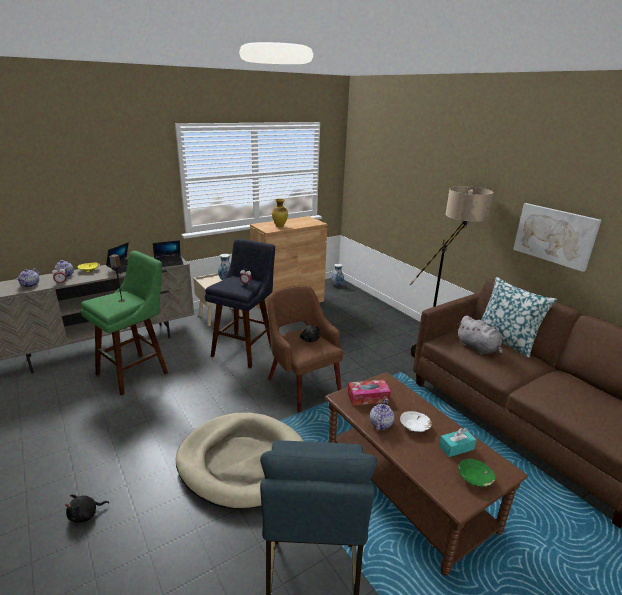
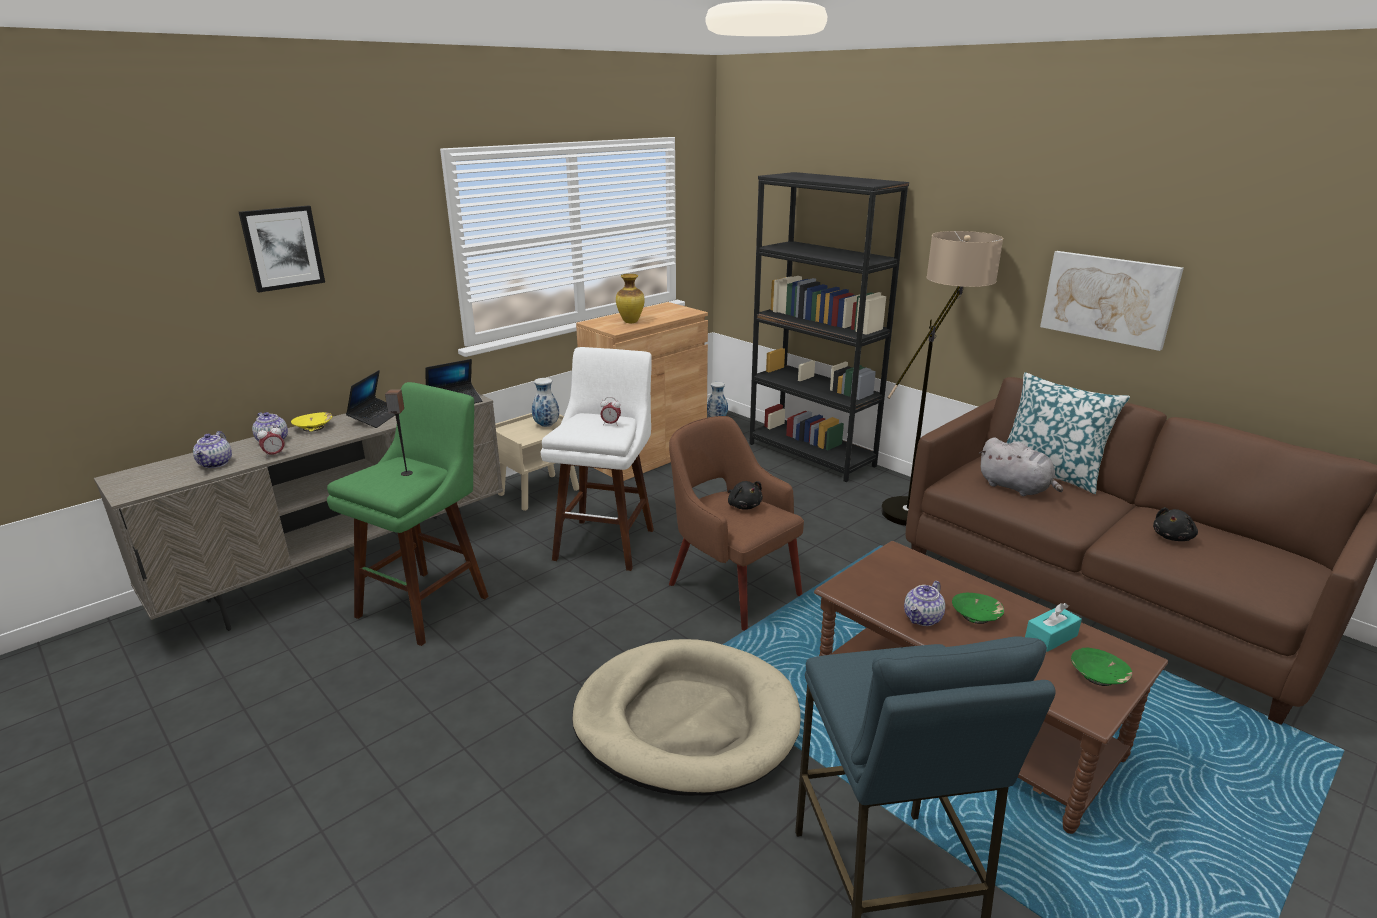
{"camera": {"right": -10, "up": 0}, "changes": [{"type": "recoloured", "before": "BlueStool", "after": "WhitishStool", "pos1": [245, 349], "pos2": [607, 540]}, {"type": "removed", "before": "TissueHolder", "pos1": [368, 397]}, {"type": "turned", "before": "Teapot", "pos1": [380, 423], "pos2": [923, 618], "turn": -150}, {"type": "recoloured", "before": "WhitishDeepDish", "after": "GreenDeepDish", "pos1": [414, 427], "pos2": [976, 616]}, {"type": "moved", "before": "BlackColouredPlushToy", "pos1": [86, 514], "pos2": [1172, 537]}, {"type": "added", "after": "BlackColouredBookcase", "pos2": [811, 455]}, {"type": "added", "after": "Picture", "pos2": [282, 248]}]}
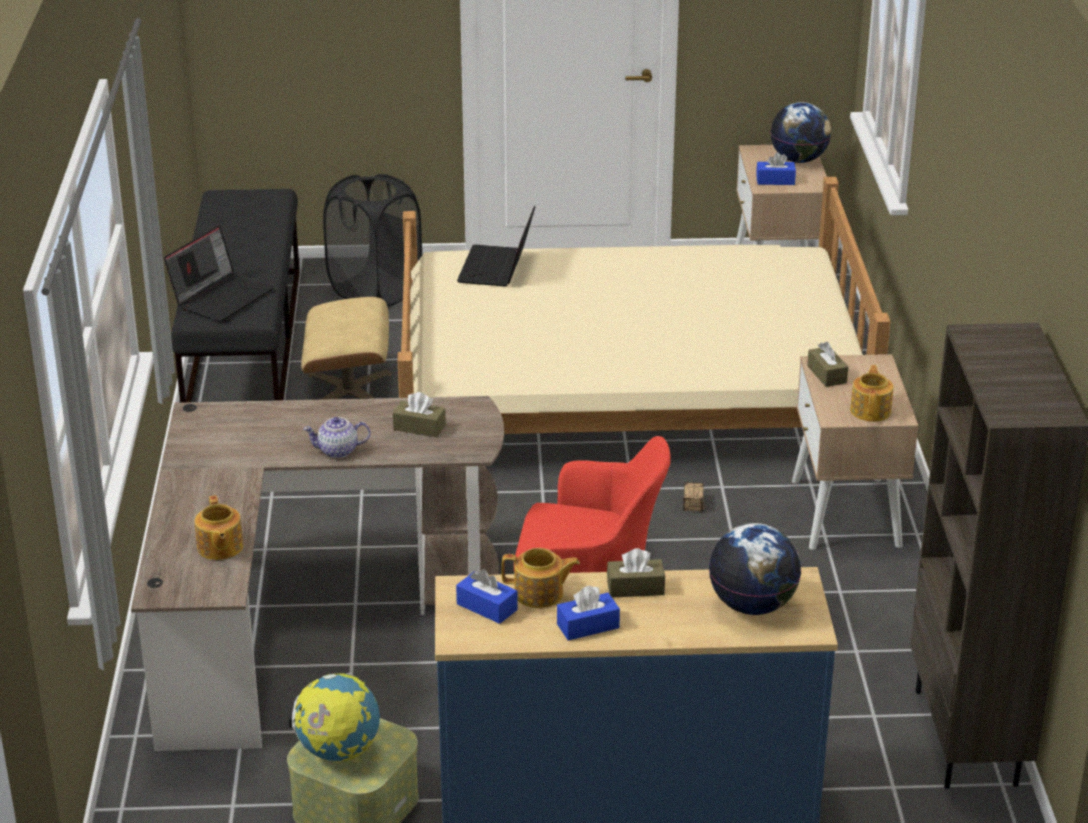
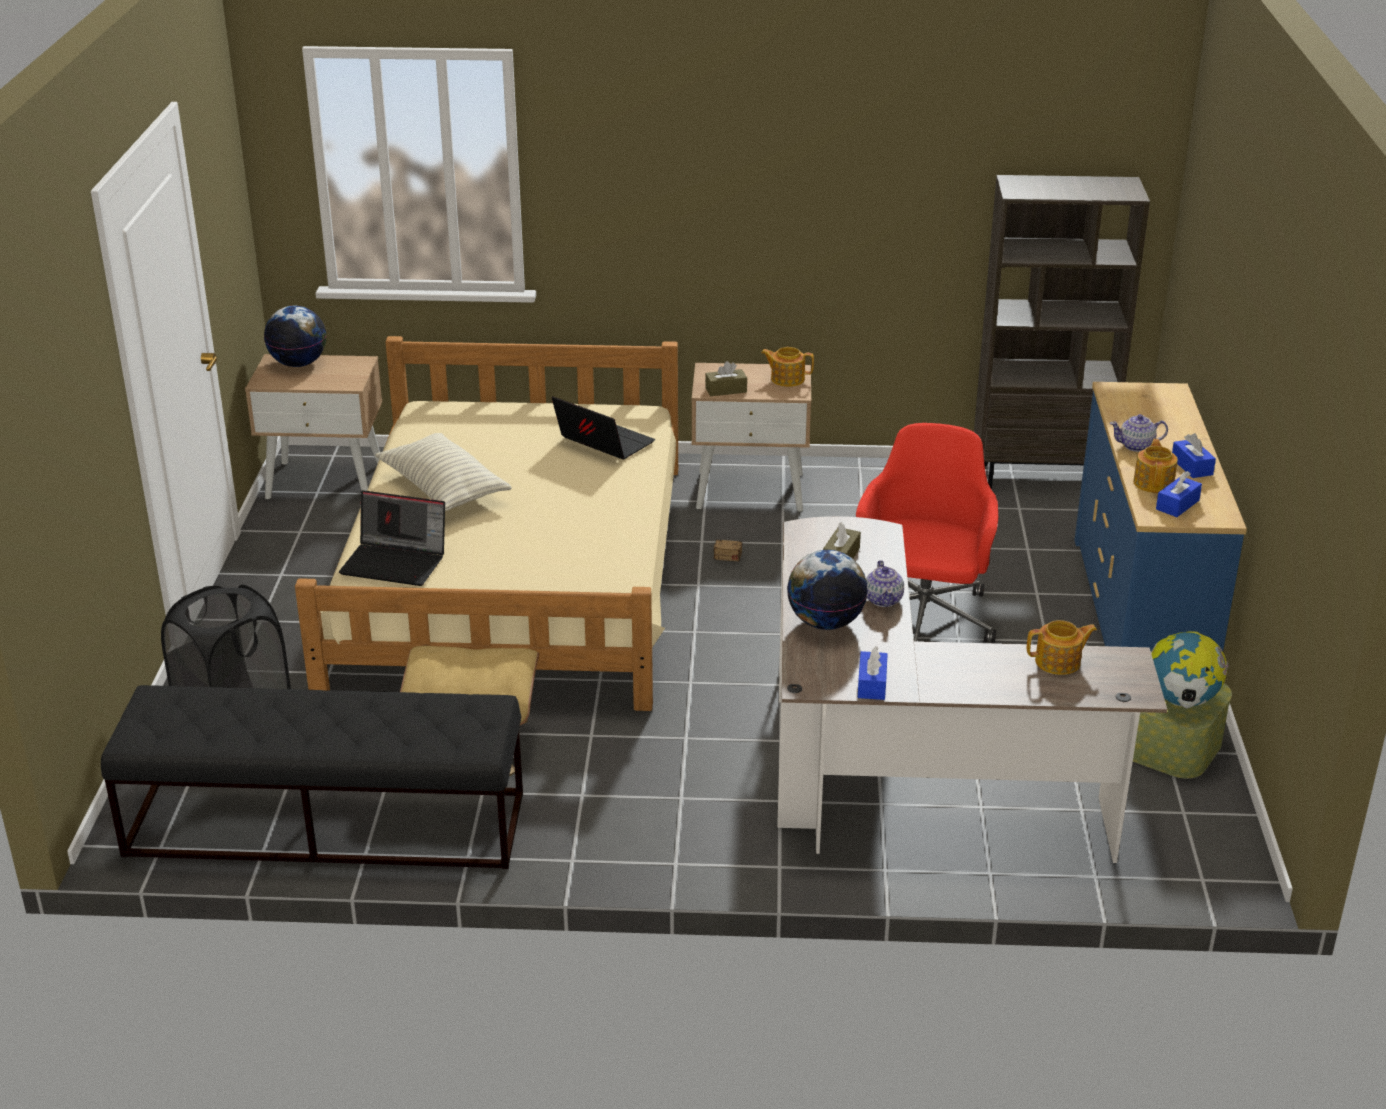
{"camera": {"right": -85, "up": 0}, "changes": [{"type": "moved", "before": "BlueTissueHolder", "pos1": [775, 180], "pos2": [872, 684]}, {"type": "moved", "before": "PortableComputer", "pos1": [222, 296], "pos2": [602, 442]}, {"type": "moved", "before": "Globe", "pos1": [753, 605], "pos2": [825, 622]}, {"type": "replaced", "before": "BrownColouredTissueHolder", "after": "Teapot", "pos1": [635, 588], "pos2": [1136, 446]}, {"type": "added", "after": "ThrowPillow", "pos2": [443, 489]}]}
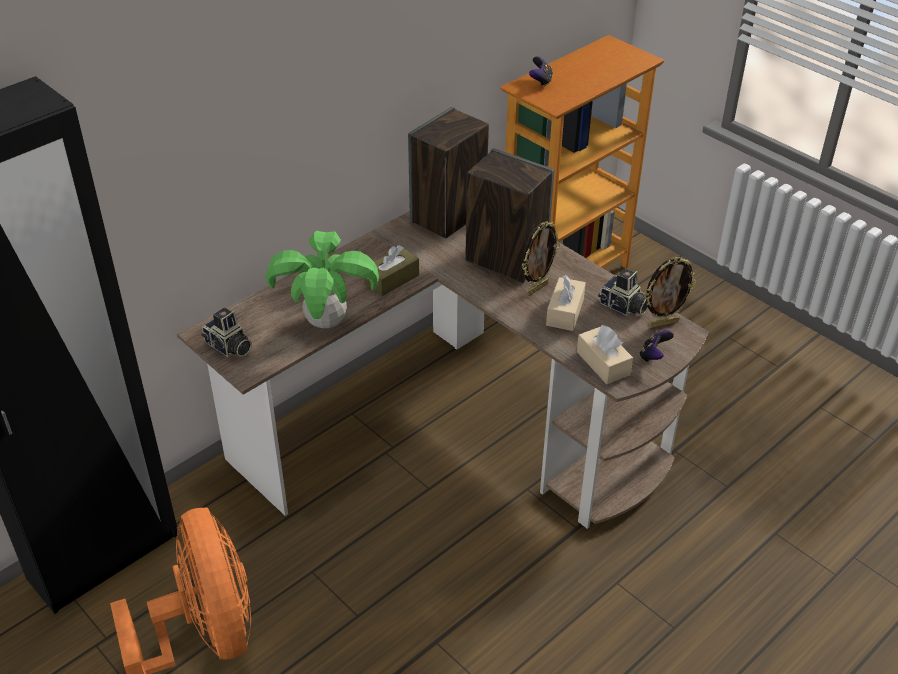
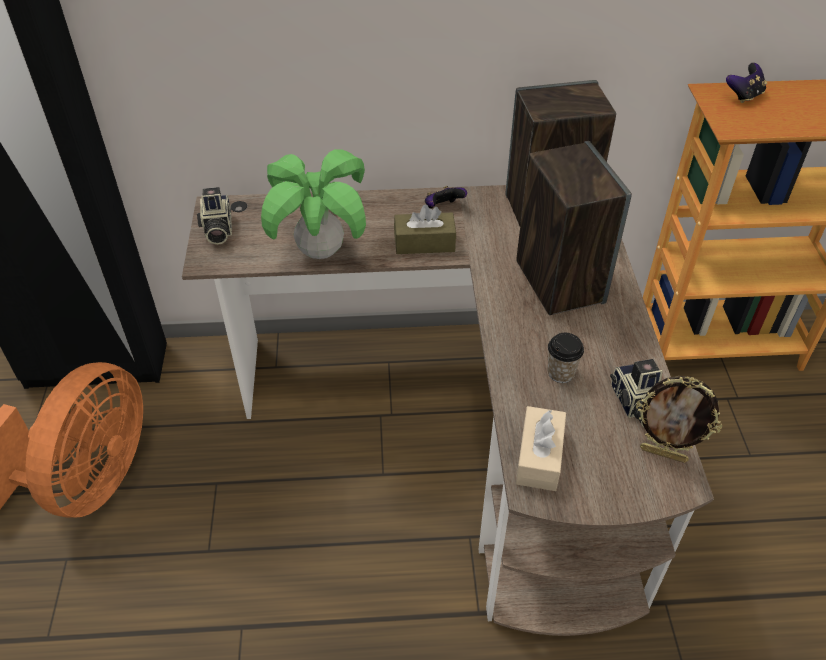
{"camera": {"right": 40, "up": 5}, "changes": [{"type": "removed", "before": "PhotoFrame", "pos1": [537, 288]}, {"type": "replaced", "before": "BeigeTissueHolder", "after": "DrinkingCup", "pos1": [565, 312], "pos2": [561, 373]}, {"type": "moved", "before": "Joypad", "pos1": [653, 356], "pos2": [443, 208]}]}
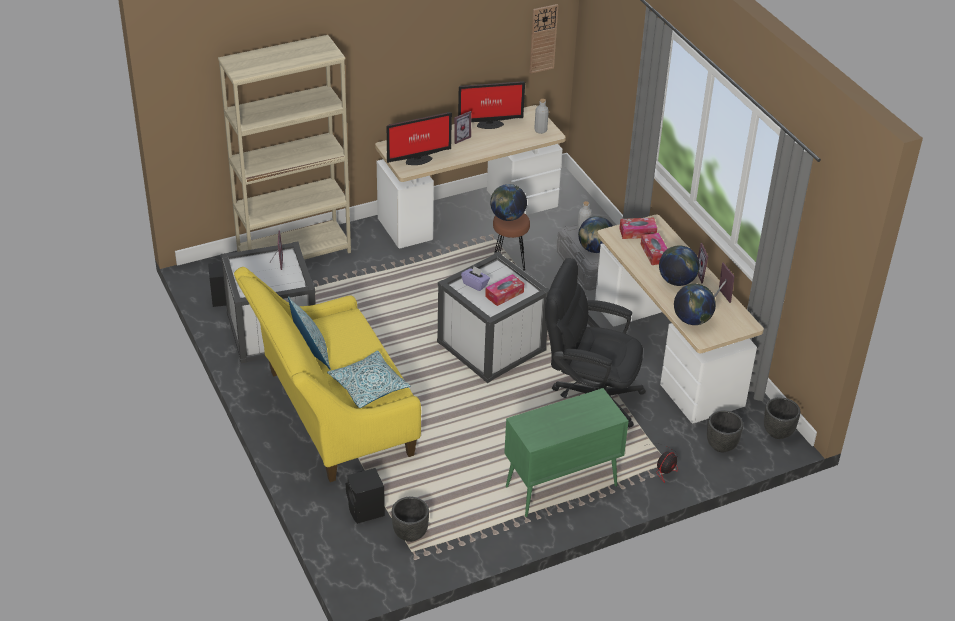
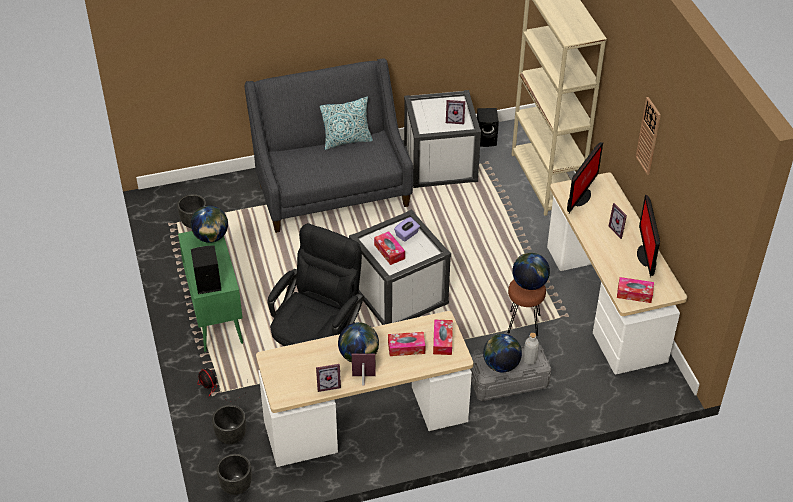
{"camera": {"right": 100, "up": 5}, "changes": [{"type": "moved", "before": "HangingClock", "pos1": [543, 38], "pos2": [648, 136]}, {"type": "replaced", "before": "GrayDrinkBottle", "after": "TissueHolder", "pos1": [540, 130], "pos2": [634, 294]}, {"type": "turned", "before": "ComputerScreen", "pos1": [417, 159], "pos2": [580, 197], "turn": -135}, {"type": "recoloured", "before": "YellowSofa", "after": "GraySofa", "pos1": [330, 416], "pos2": [331, 190]}, {"type": "moved", "before": "Globe", "pos1": [692, 320], "pos2": [211, 237]}, {"type": "removed", "before": "ThrowPillow", "pos1": [368, 386]}, {"type": "moved", "before": "BlackColouredSpeaker", "pos1": [366, 512], "pos2": [206, 283]}]}
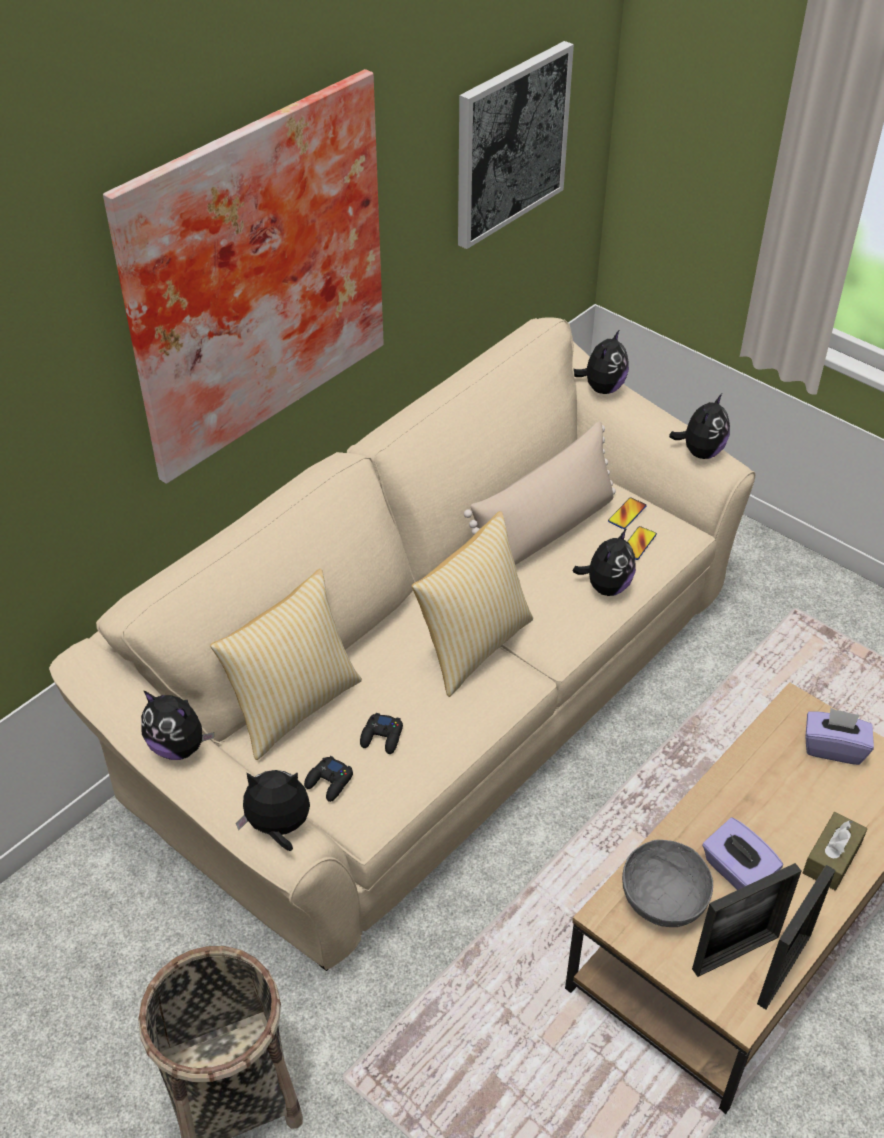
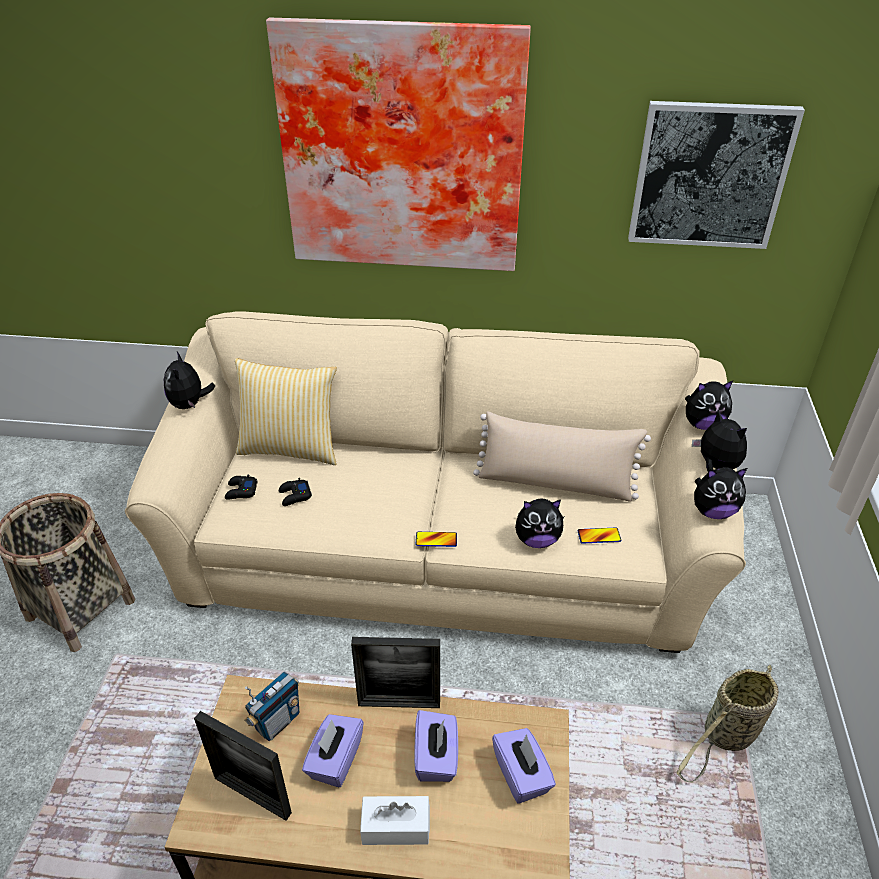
{"camera": {"right": 55, "up": -5}, "changes": [{"type": "moved", "before": "Telephone", "pos1": [627, 514], "pos2": [436, 540]}, {"type": "removed", "before": "ThrowPillow", "pos1": [472, 646]}, {"type": "moved", "before": "PlushToy", "pos1": [278, 828], "pos2": [715, 466]}, {"type": "recoloured", "before": "BrownColouredTissueHolder", "after": "WhitishTissueHolder", "pos1": [832, 858], "pos2": [395, 827]}, {"type": "replaced", "before": "GrayDeepDish", "after": "RadioReceiver", "pos1": [663, 898], "pos2": [277, 722]}, {"type": "moved", "before": "PhotoFrame", "pos1": [784, 969], "pos2": [399, 703]}, {"type": "added", "after": "HouseholdBasket", "pos2": [726, 736]}, {"type": "added", "after": "PurpleColouredTissueHolder", "pos2": [436, 758]}]}
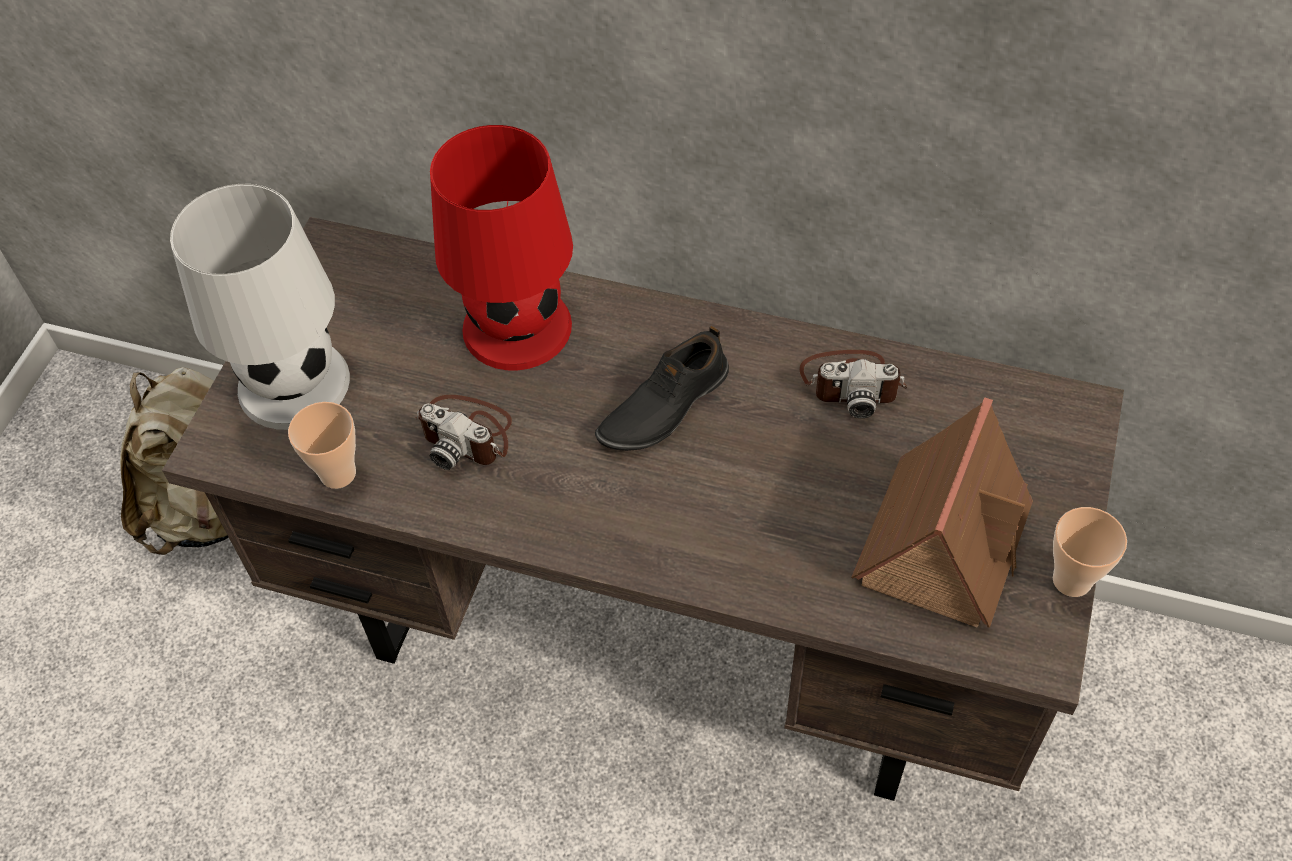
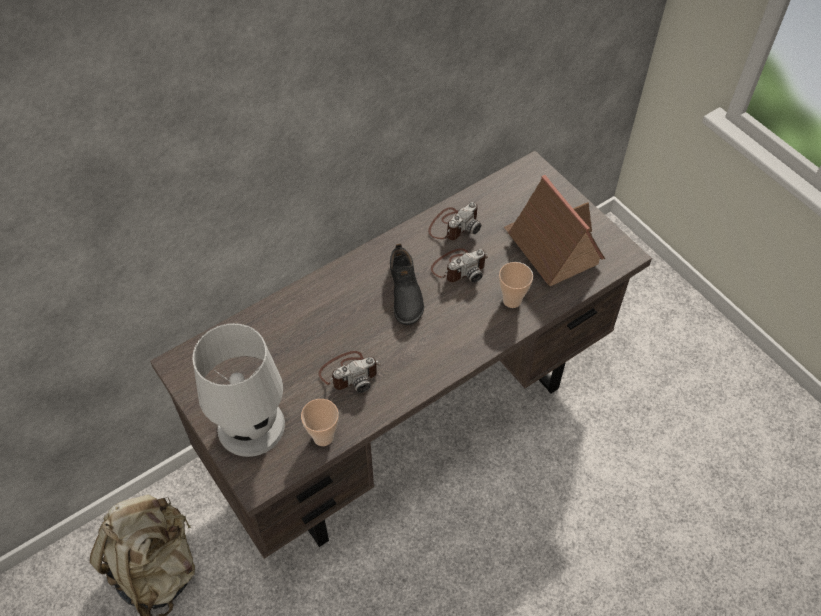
{"camera": {"right": -55, "up": 0}, "changes": [{"type": "removed", "before": "ReddishLampForATable", "pos1": [518, 327]}, {"type": "moved", "before": "DrinkingCup", "pos1": [1072, 580], "pos2": [512, 300]}, {"type": "added", "after": "PhotoCamera", "pos2": [459, 267]}]}
